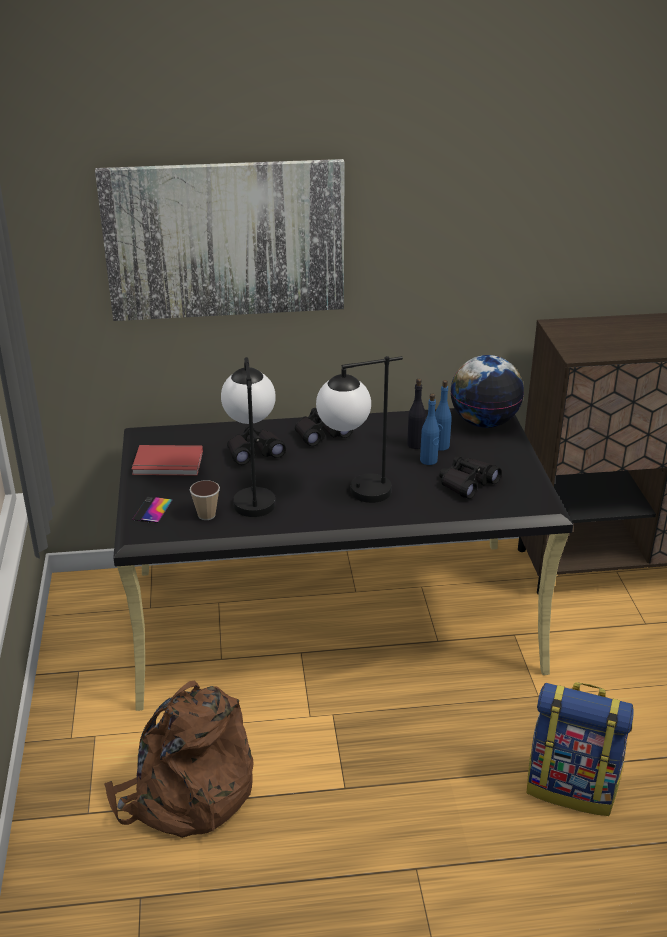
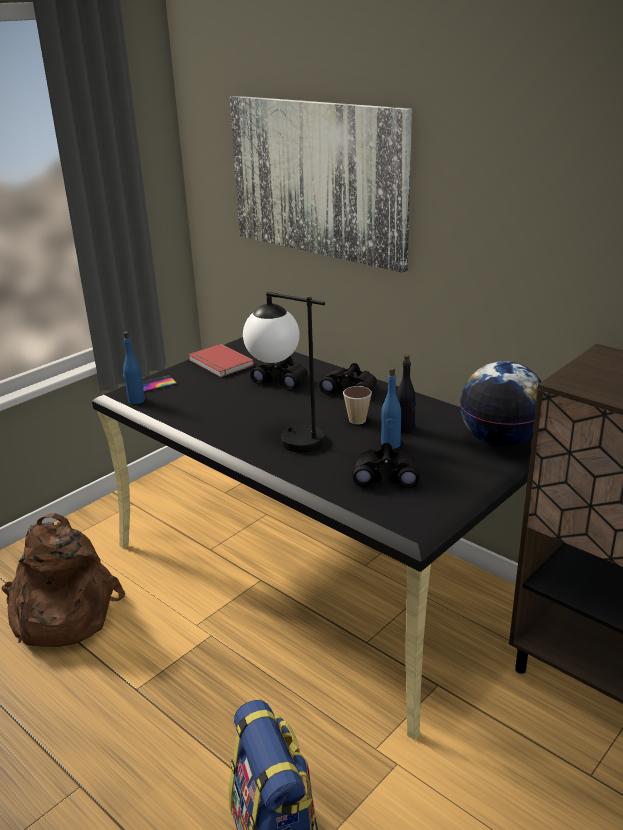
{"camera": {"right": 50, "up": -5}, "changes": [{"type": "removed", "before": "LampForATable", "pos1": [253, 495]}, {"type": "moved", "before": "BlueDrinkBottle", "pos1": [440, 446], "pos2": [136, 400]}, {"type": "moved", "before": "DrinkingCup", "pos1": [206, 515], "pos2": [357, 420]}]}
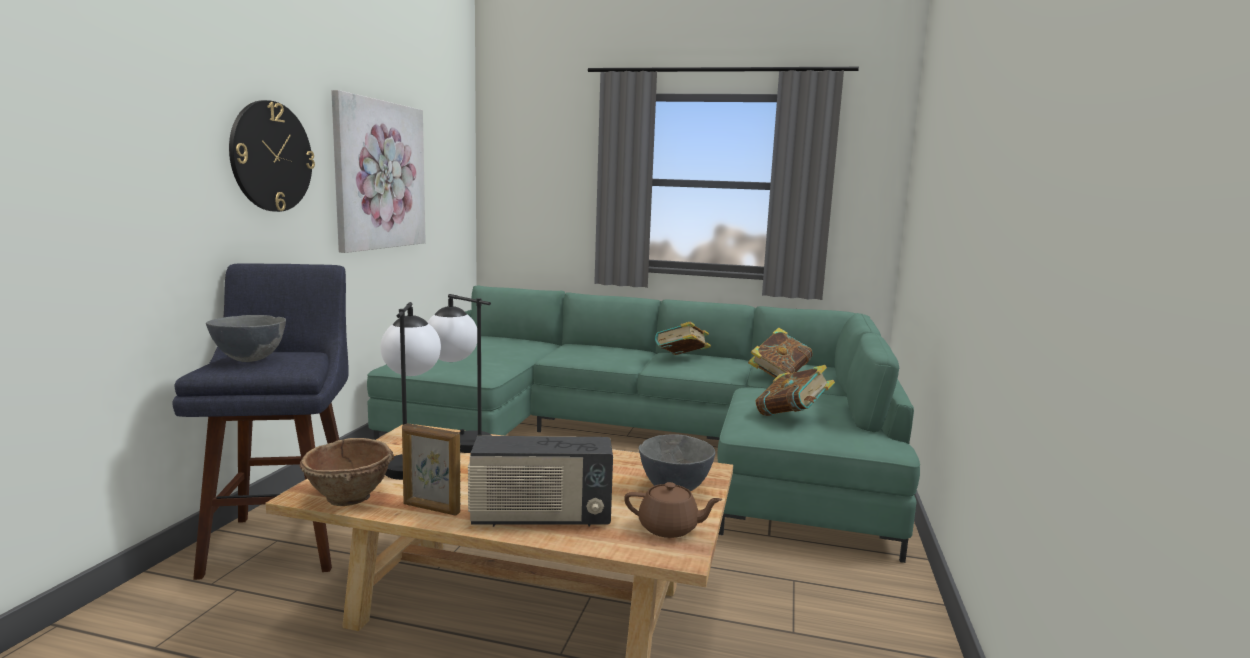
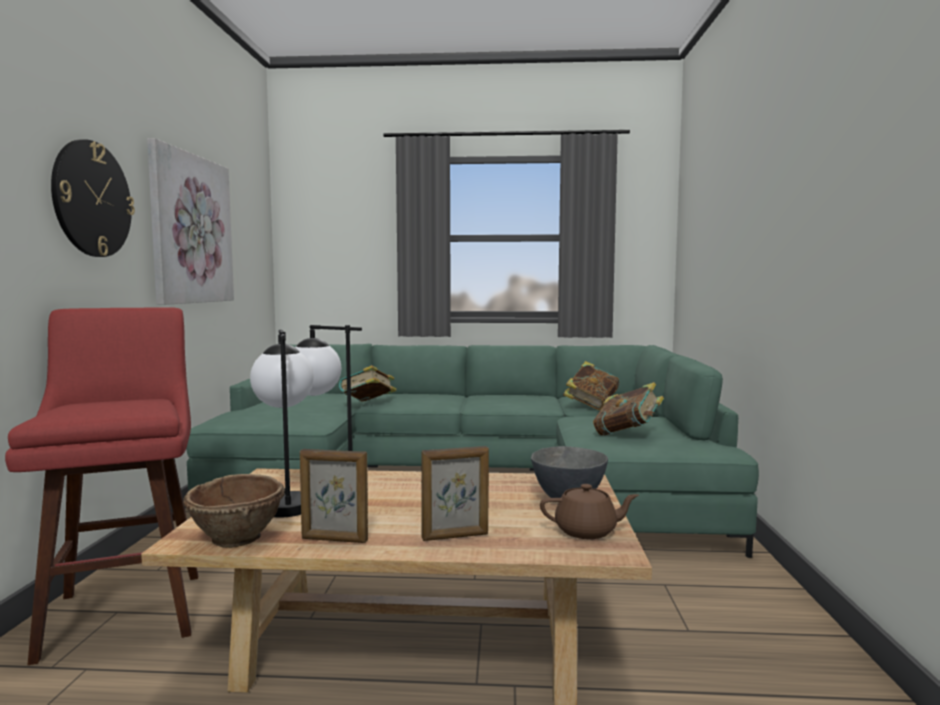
{"camera": {"right": -10, "up": -5}, "changes": [{"type": "recoloured", "before": "BlueStool", "after": "ReddishStool", "pos1": [285, 538], "pos2": [126, 608]}, {"type": "removed", "before": "GrayDeepDish", "pos1": [250, 359]}, {"type": "moved", "before": "Volume", "pos1": [681, 359], "pos2": [368, 405]}, {"type": "replaced", "before": "RadioReceiver", "after": "PhotoFrame", "pos1": [541, 518], "pos2": [455, 536]}]}
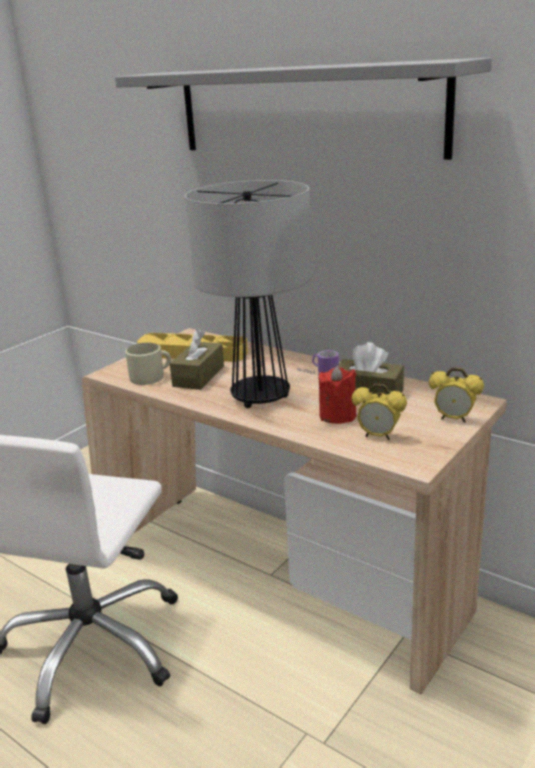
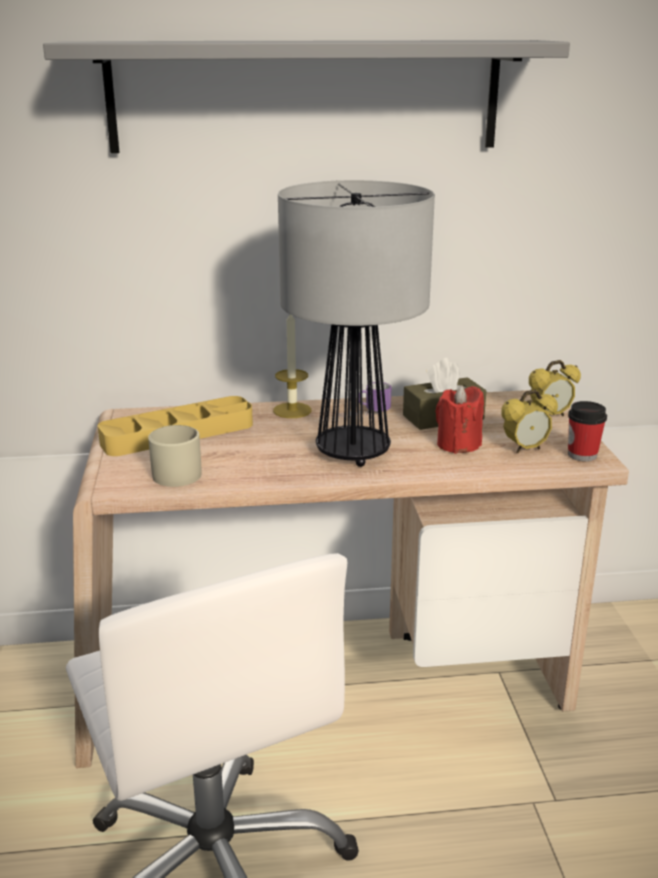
{"camera": {"right": -45, "up": 0}, "changes": [{"type": "removed", "before": "BrownColouredTissueHolder", "pos1": [199, 376]}, {"type": "added", "after": "WaxCandle", "pos2": [292, 410]}, {"type": "added", "after": "DrinkingCup", "pos2": [582, 455]}]}
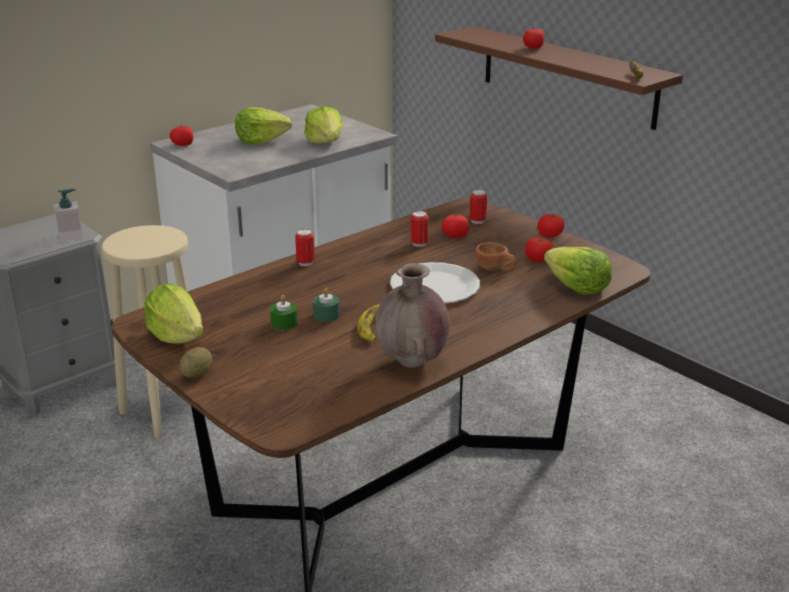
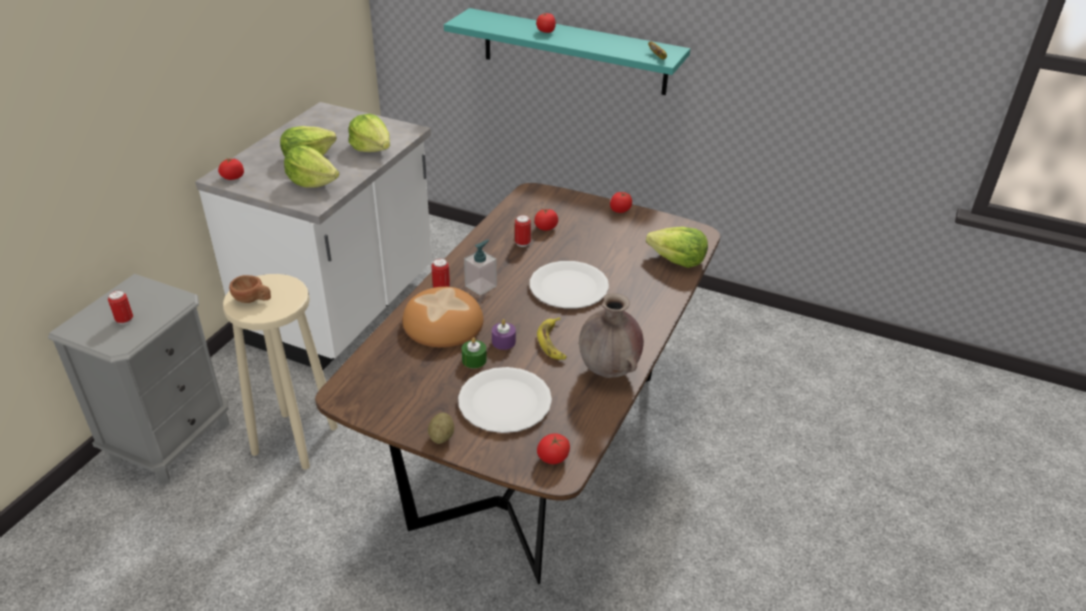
{"camera": {"right": -25, "up": 10}, "changes": [{"type": "recoloured", "before": "BrownColouredWallShelf", "after": "TurquoiseWallShelf", "pos1": [567, 76], "pos2": [574, 51]}, {"type": "moved", "before": "SoapBottle", "pos1": [71, 235], "pos2": [481, 286]}, {"type": "moved", "before": "SealedCan", "pos1": [477, 221], "pos2": [125, 320]}, {"type": "moved", "before": "Tomato", "pos1": [538, 260], "pos2": [553, 458]}, {"type": "moved", "before": "BrownColouredDrinkingCup", "pos1": [495, 269], "pos2": [253, 300]}, {"type": "moved", "before": "Lettuce", "pos1": [177, 336], "pos2": [312, 183]}, {"type": "recoloured", "before": "GreenWaxCandle", "after": "PurpleColouredWaxCandle", "pos1": [326, 315], "pos2": [503, 342]}, {"type": "added", "after": "Bread", "pos2": [444, 323]}, {"type": "added", "after": "WhitishDinnerPlate", "pos2": [504, 402]}]}
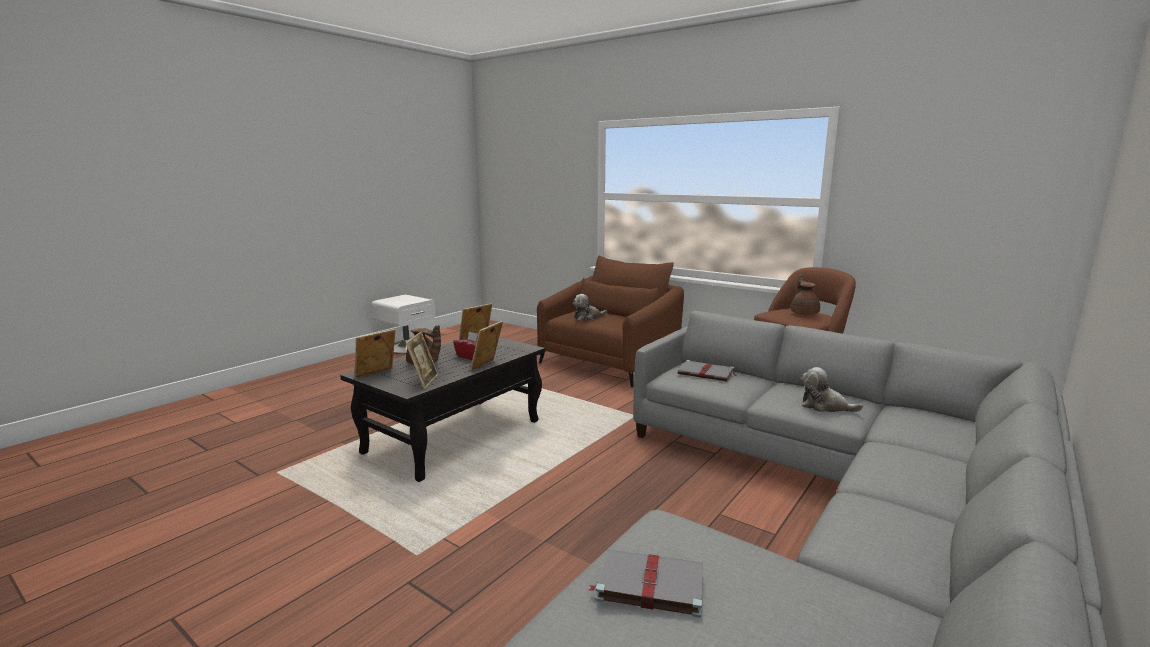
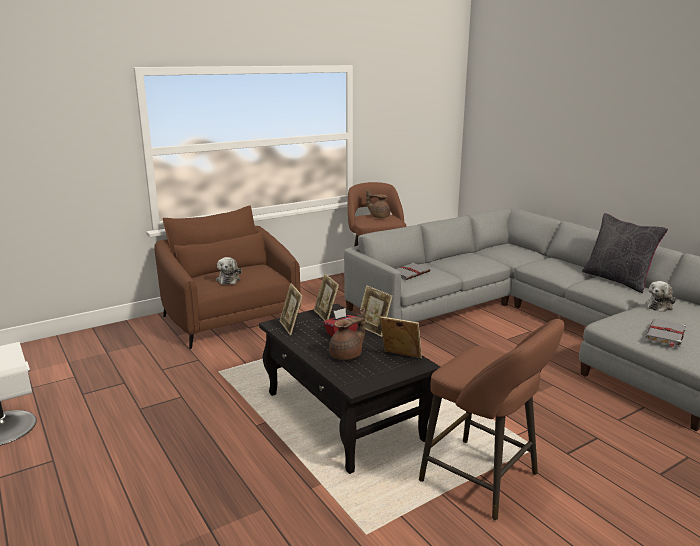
{"camera": {"right": -70, "up": 5}, "changes": [{"type": "moved", "before": "PhotoFrame", "pos1": [376, 375], "pos2": [326, 315]}, {"type": "moved", "before": "PlushToy", "pos1": [824, 406], "pos2": [660, 306]}, {"type": "added", "after": "BlackColouredThrowPillow", "pos2": [617, 280]}, {"type": "added", "after": "BrownColouredStool", "pos2": [484, 480]}]}
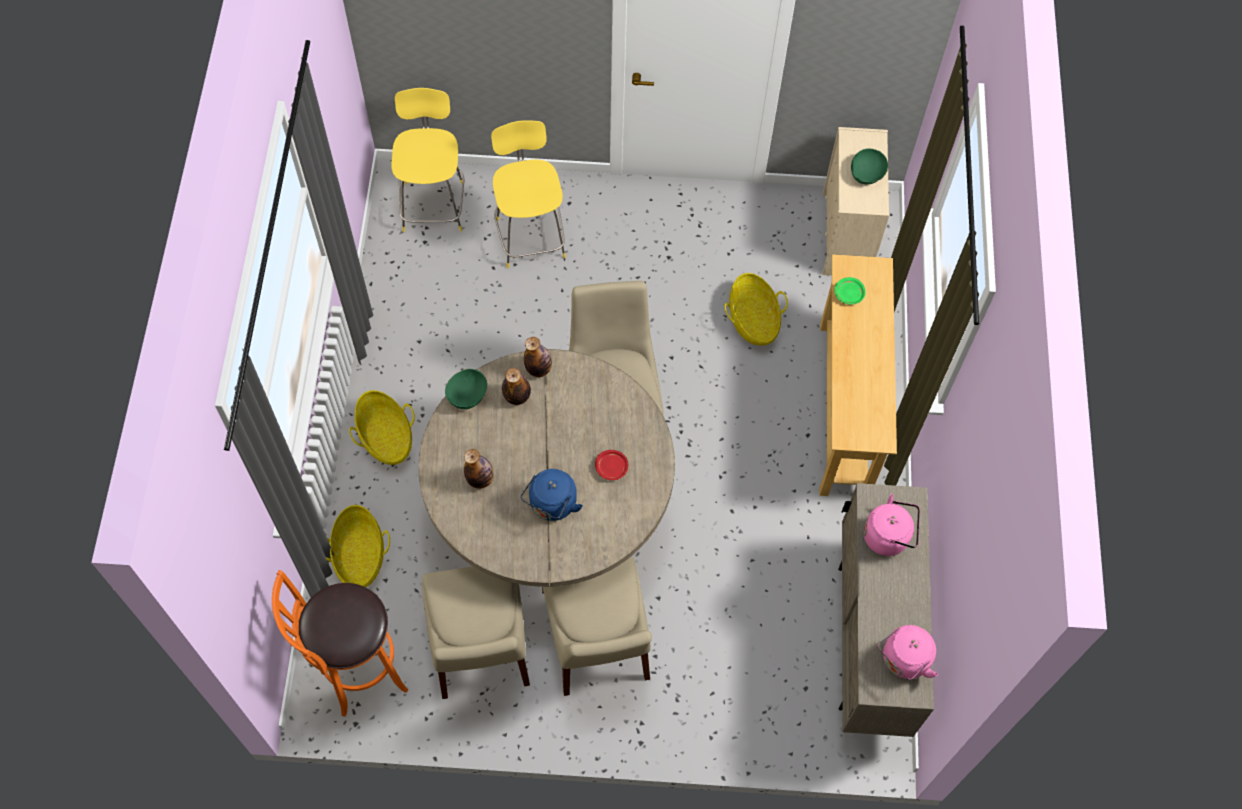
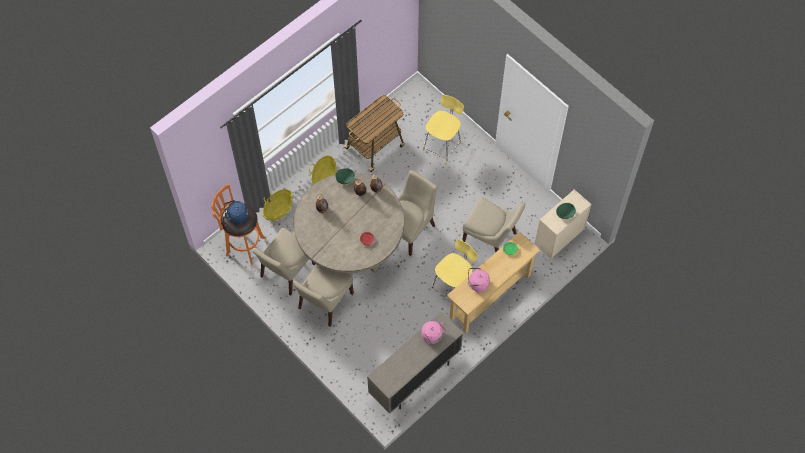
{"camera": {"right": 45, "up": 0}, "changes": [{"type": "moved", "before": "YellowStool", "pos1": [433, 204], "pos2": [453, 287]}, {"type": "replaced", "before": "HouseholdBasket", "after": "BeigeUprightChair", "pos1": [753, 320], "pos2": [491, 239]}, {"type": "moved", "before": "BlueKettle", "pos1": [552, 505], "pos2": [237, 216]}, {"type": "moved", "before": "PinkishKettle", "pos1": [903, 661], "pos2": [477, 284]}, {"type": "added", "after": "Trolley", "pos2": [375, 146]}]}
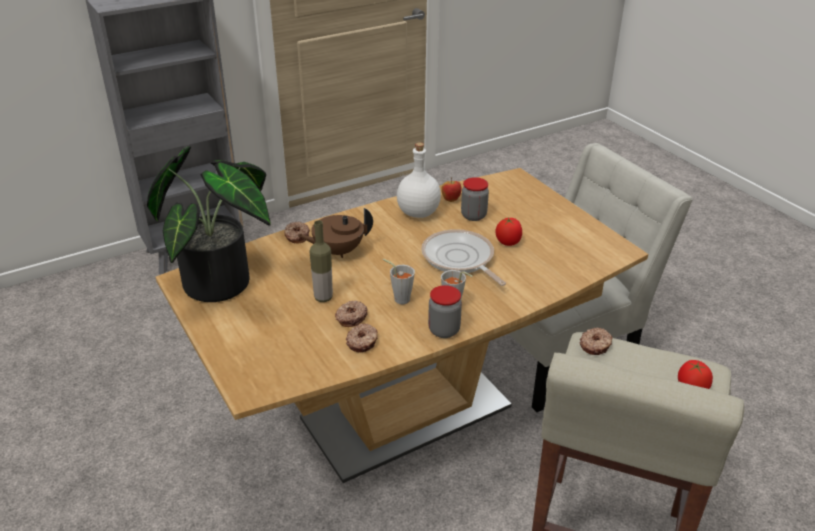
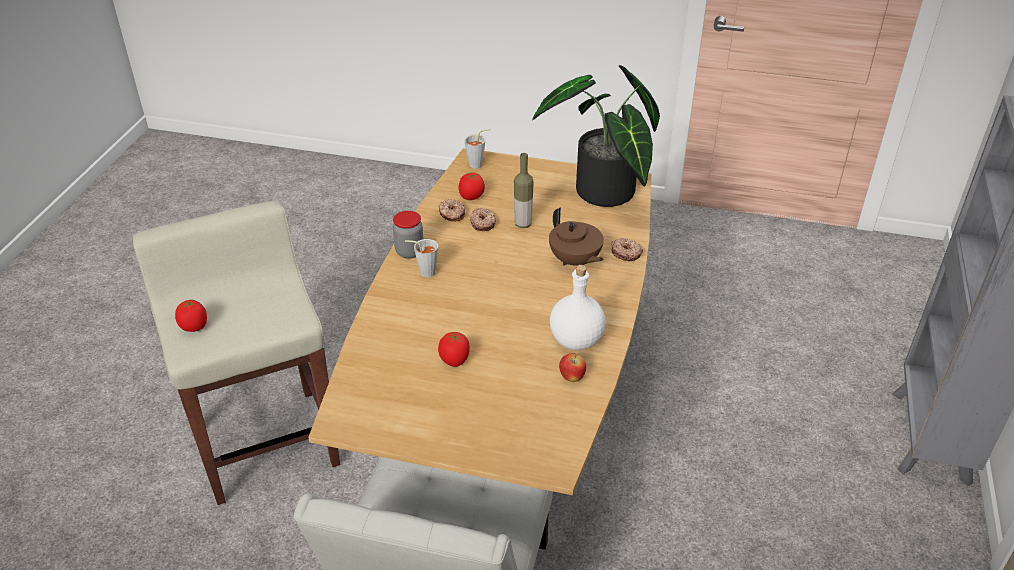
{"camera": {"right": 135, "up": 5}, "changes": [{"type": "removed", "before": "PreserveJar", "pos1": [473, 216]}, {"type": "turned", "before": "BrownColouredTeapot", "pos1": [337, 251], "pos2": [575, 261], "turn": 120}, {"type": "removed", "before": "Skillet", "pos1": [459, 259]}, {"type": "moved", "before": "GrayDrinkingCup", "pos1": [399, 298], "pos2": [478, 164]}, {"type": "removed", "before": "Doughnut", "pos1": [595, 345]}, {"type": "added", "after": "Tomato", "pos2": [471, 197]}]}
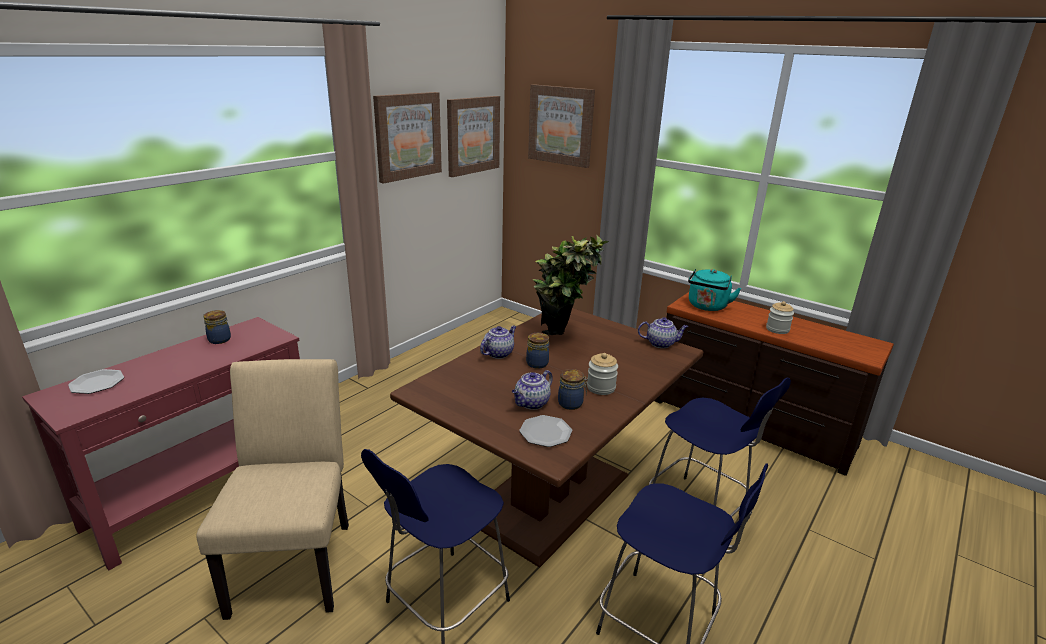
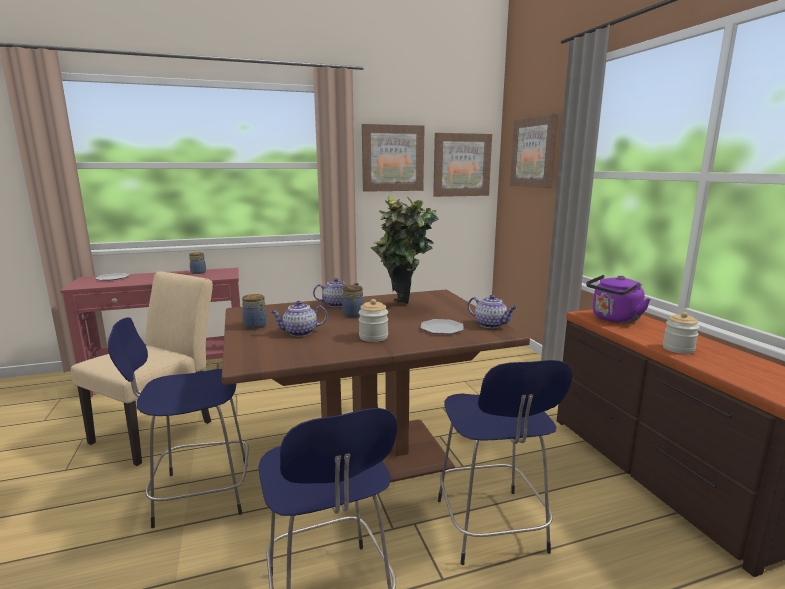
{"camera": {"right": 35, "up": -10}, "changes": [{"type": "recoloured", "before": "TurquoiseKettle", "after": "PurpleColouredKettle", "pos1": [707, 307], "pos2": [614, 319]}, {"type": "moved", "before": "PreserveJar", "pos1": [571, 404], "pos2": [256, 326]}, {"type": "moved", "before": "DinnerPlate", "pos1": [545, 432], "pos2": [442, 328]}]}
